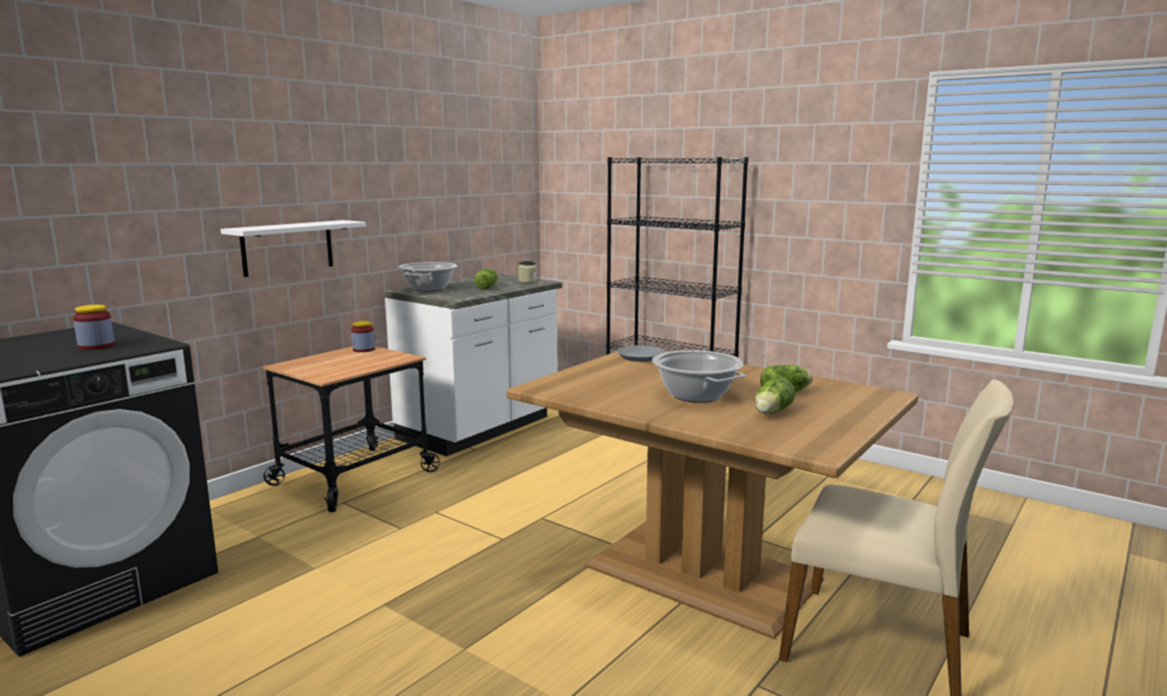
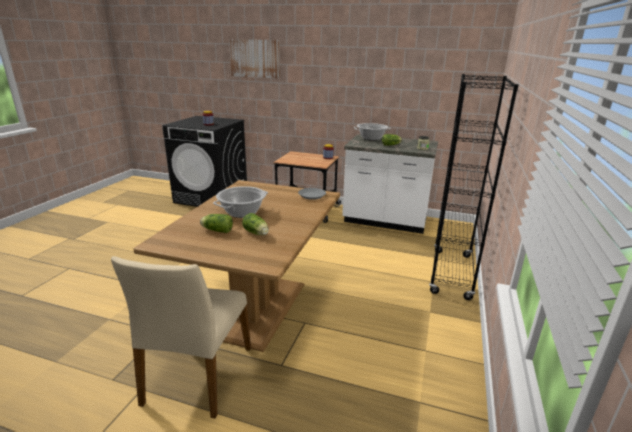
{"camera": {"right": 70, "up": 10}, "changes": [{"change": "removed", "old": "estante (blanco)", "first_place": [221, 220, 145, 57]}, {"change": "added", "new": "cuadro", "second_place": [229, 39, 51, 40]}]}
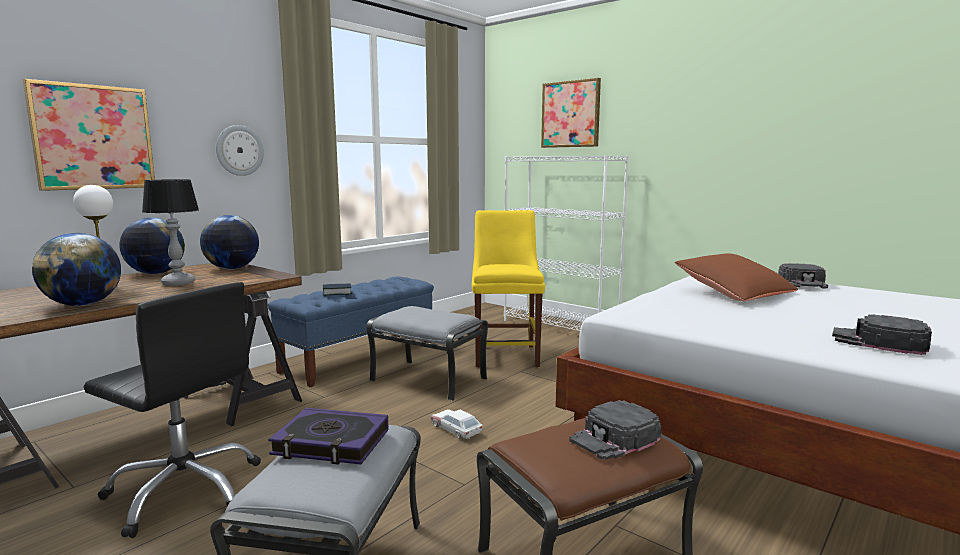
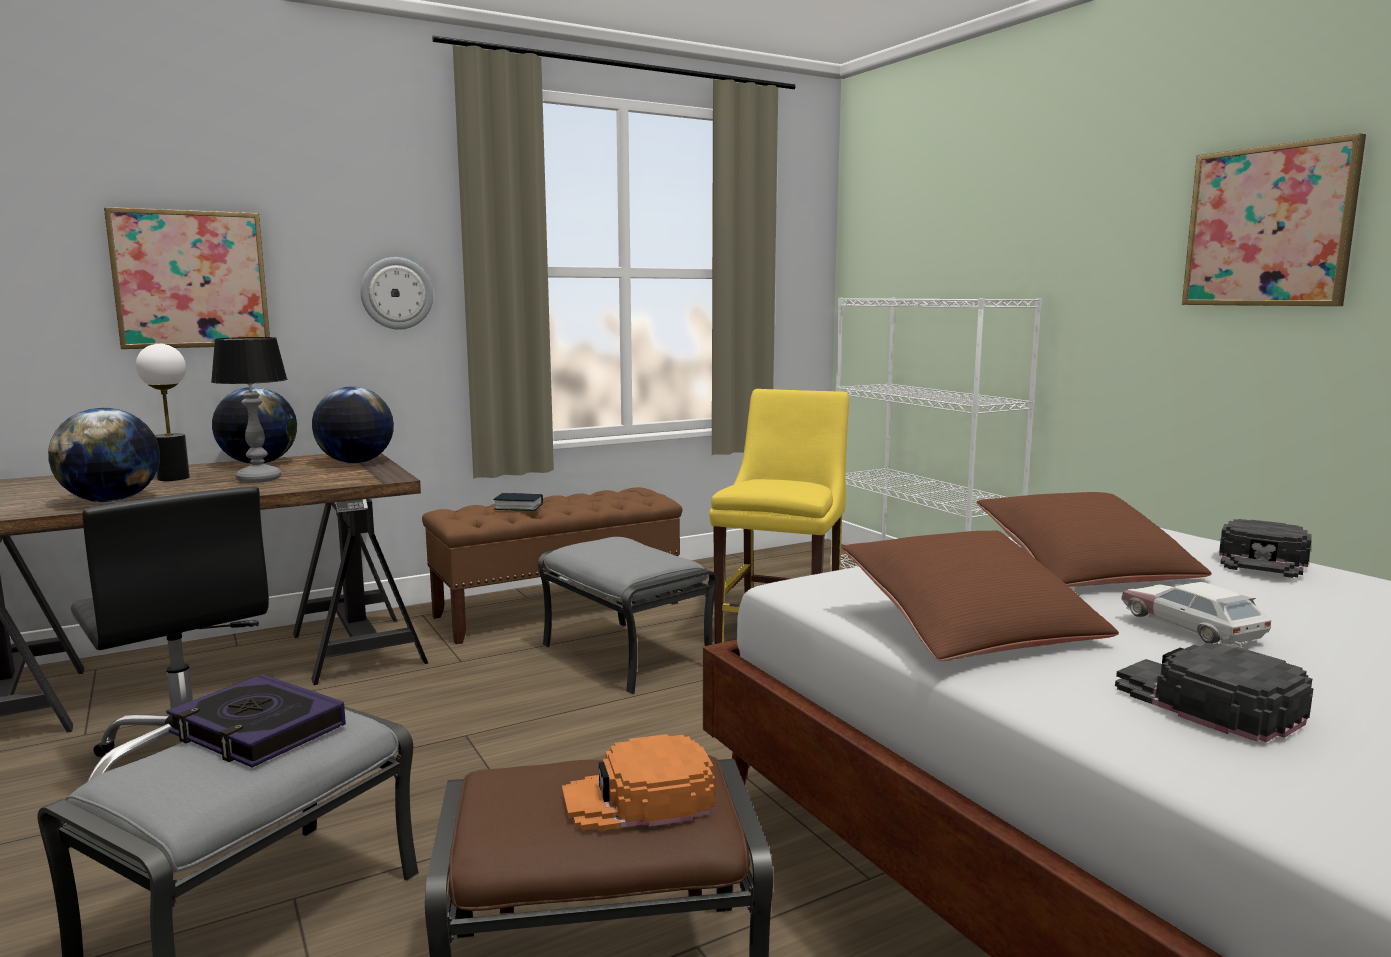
{"camera": {"right": 20, "up": 0}, "changes": [{"change": "added", "new": "cojín (marrón)", "second_place": [842, 530, 277, 131]}, {"change": "moved", "old": "coche de juguete", "first_place": [430, 409, 53, 30], "second_place": [1122, 582, 149, 64]}, {"change": "moved", "old": "cuadro", "first_place": [541, 78, 60, 70], "second_place": [1182, 133, 184, 173]}, {"change": "recoloured", "old": "banco (azul)", "new": "banco (marrón)", "first_place": [268, 276, 166, 111], "second_place": [422, 487, 260, 157]}, {"change": "recoloured", "old": "gorra (negro)", "new": "gorra (naranja)", "first_place": [570, 400, 91, 60], "second_place": [562, 734, 153, 97]}]}
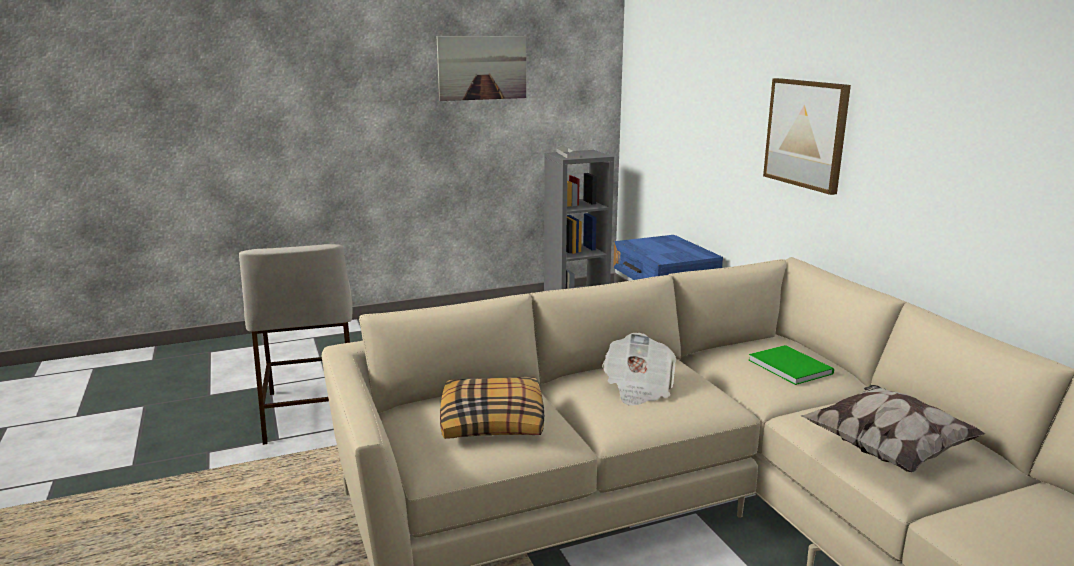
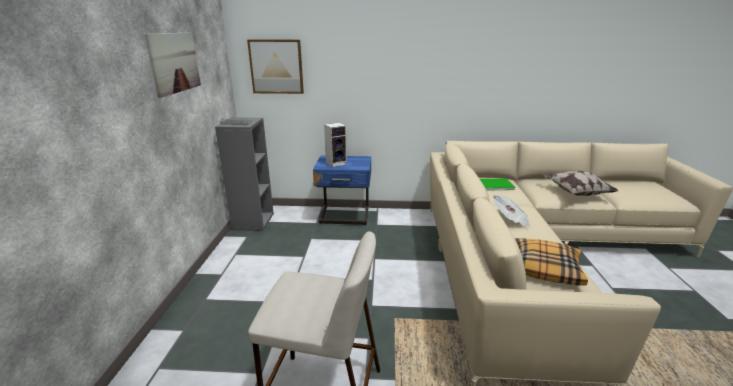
{"camera": {"right": -65, "up": 5}, "changes": [{"change": "added", "new": "altavoz", "second_place": [324, 123, 23, 44]}, {"change": "moved", "old": "cuadro", "first_place": [763, 78, 88, 117], "second_place": [247, 40, 57, 54]}]}
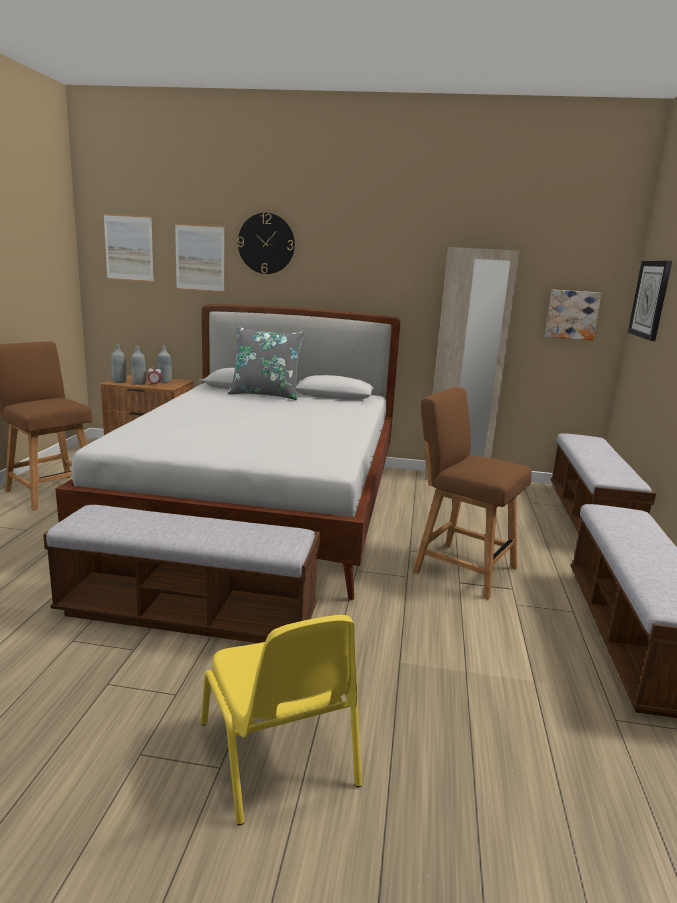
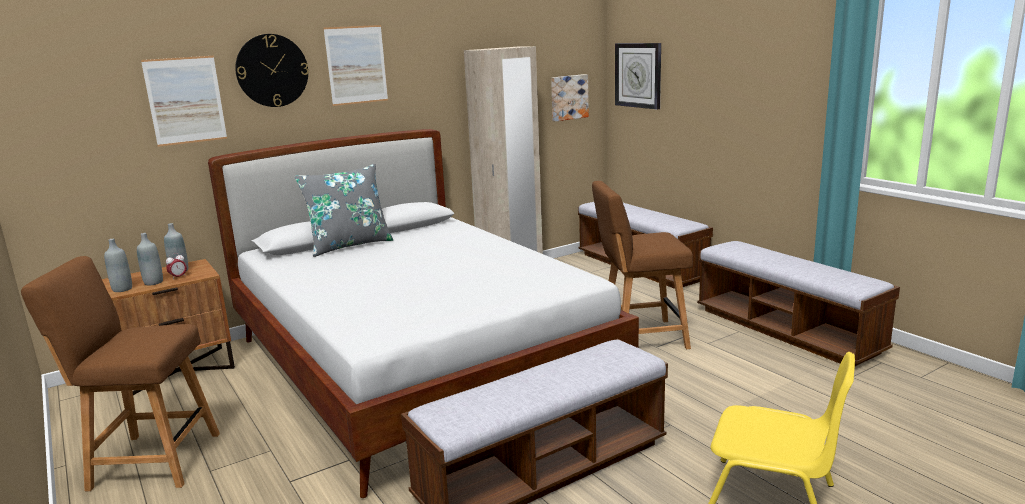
{"camera": {"right": -40, "up": 0}, "changes": [{"change": "moved", "old": "cuadro", "first_place": [103, 214, 51, 68], "second_place": [323, 25, 65, 81]}]}
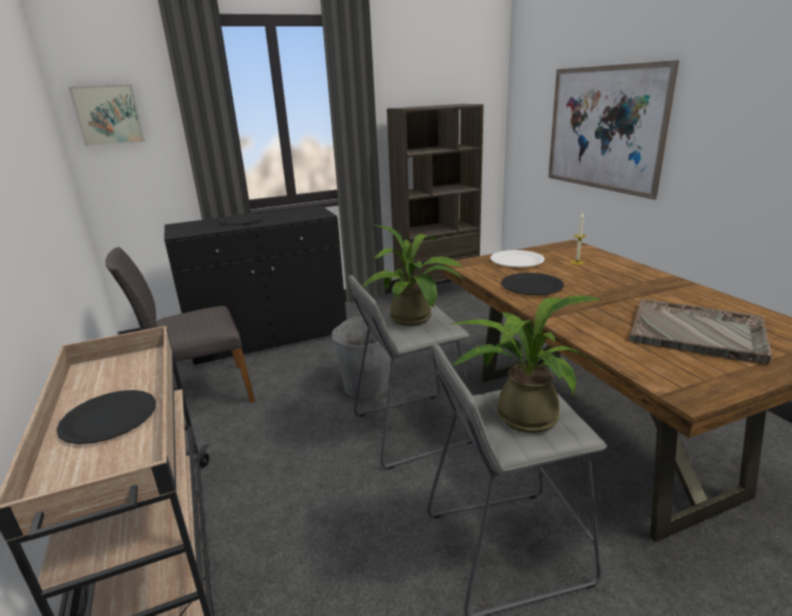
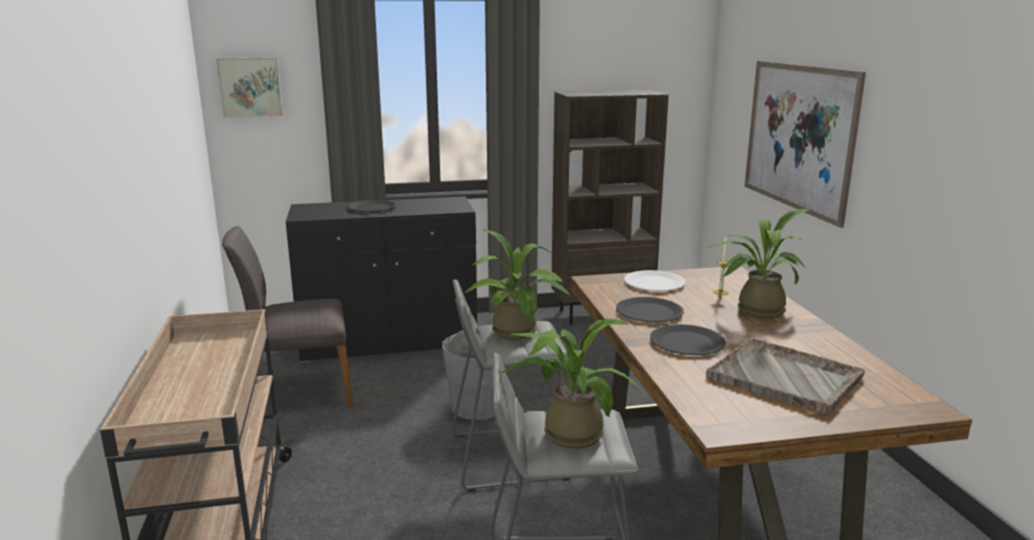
{"camera": {"right": 10, "up": -5}, "changes": [{"change": "added", "new": "planta en maceta", "second_place": [709, 209, 103, 110]}, {"change": "moved", "old": "plato (negro)", "first_place": [56, 390, 100, 54], "second_place": [650, 324, 76, 31]}]}
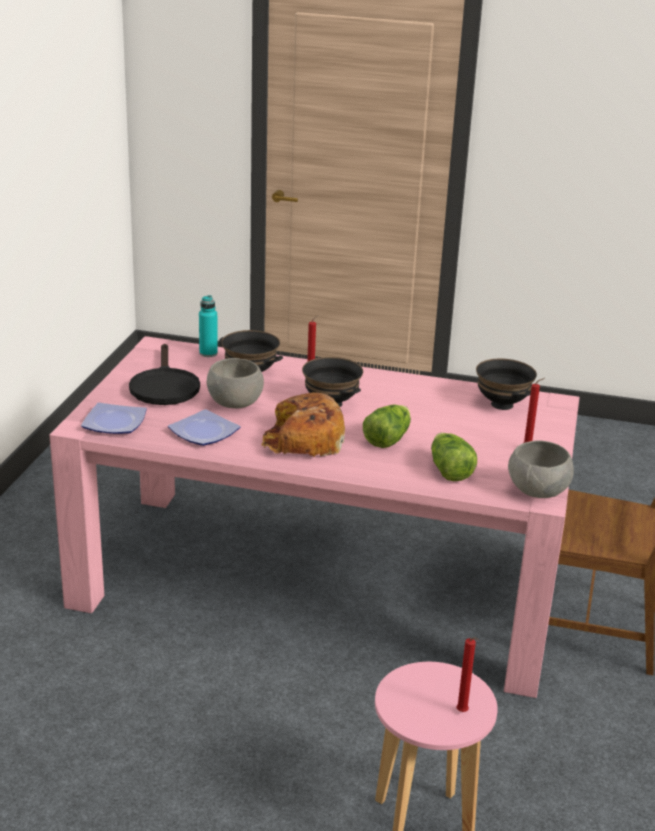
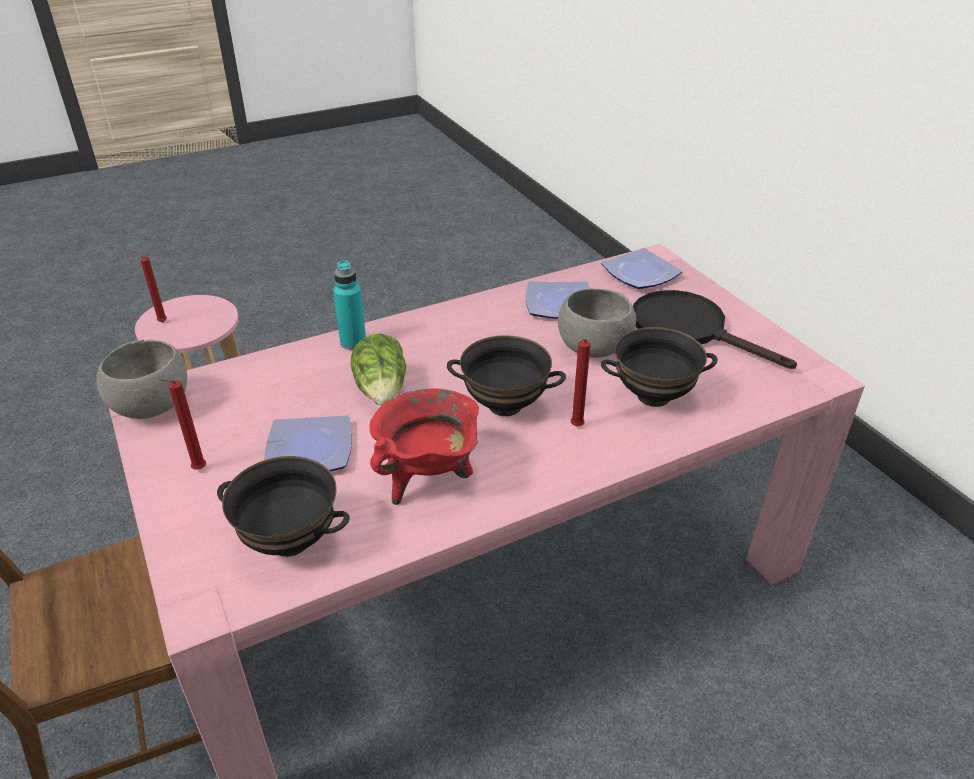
{"camera": {"right": 140, "up": 10}, "changes": [{"change": "removed", "old": "pan", "first_place": [261, 392, 84, 65]}, {"change": "removed", "old": "lechuga", "first_place": [431, 433, 46, 48]}, {"change": "added", "new": "plato", "second_place": [264, 415, 88, 57]}, {"change": "added", "new": "olla (rojo)", "second_place": [369, 389, 110, 116]}, {"change": "moved", "old": "botella (turquesa)", "first_place": [199, 295, 19, 62], "second_place": [333, 260, 33, 90]}]}
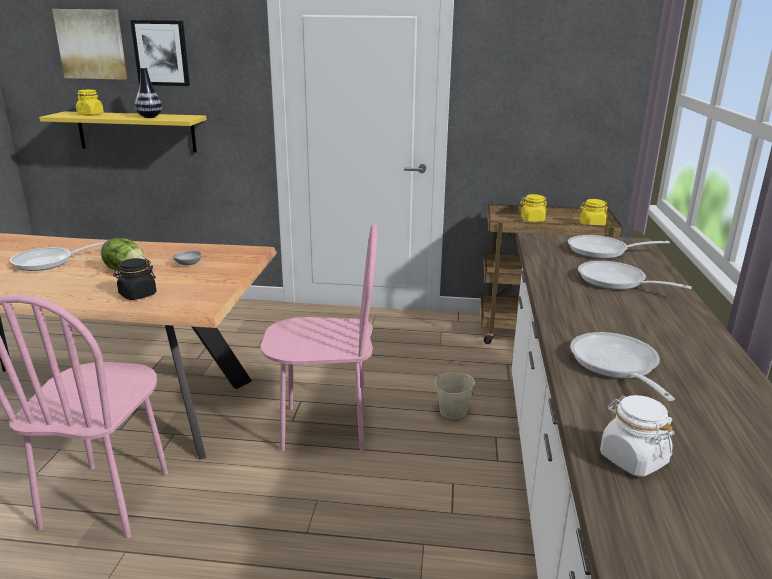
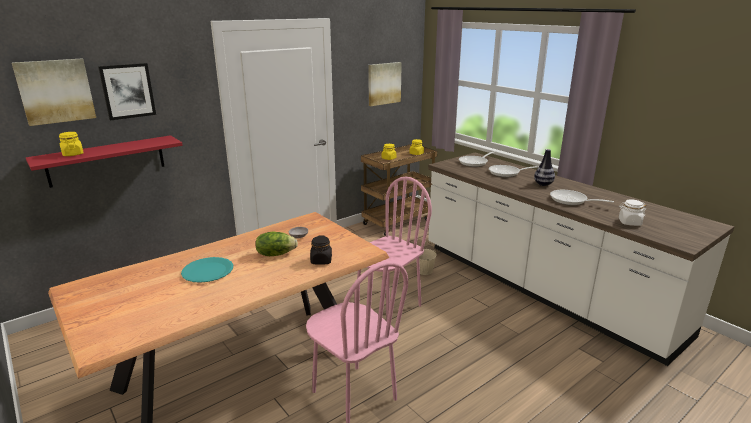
{"camera": {"right": -45, "up": 0}, "changes": [{"change": "added", "new": "cuadro", "second_place": [369, 62, 33, 44]}, {"change": "moved", "old": "florero", "first_place": [135, 67, 27, 51], "second_place": [534, 149, 21, 37]}, {"change": "replaced", "old": "sartén", "new": "plato (turquesa)", "first_place": [10, 242, 95, 29], "second_place": [181, 257, 52, 26]}, {"change": "recoloured", "old": "estante (amarillo)", "new": "estante (rojo)", "first_place": [39, 111, 168, 42], "second_place": [26, 135, 157, 53]}]}
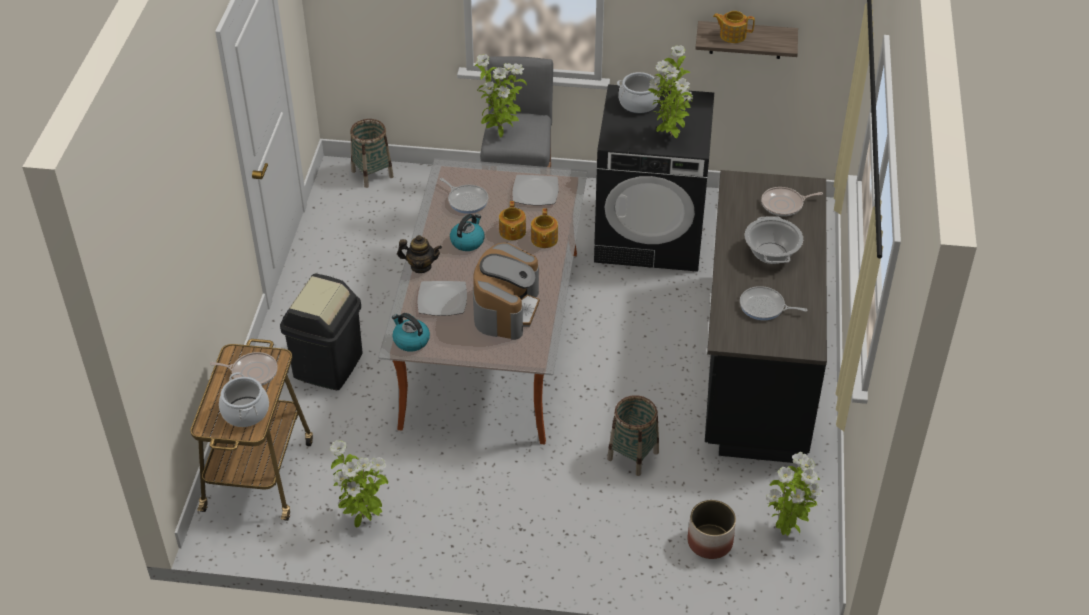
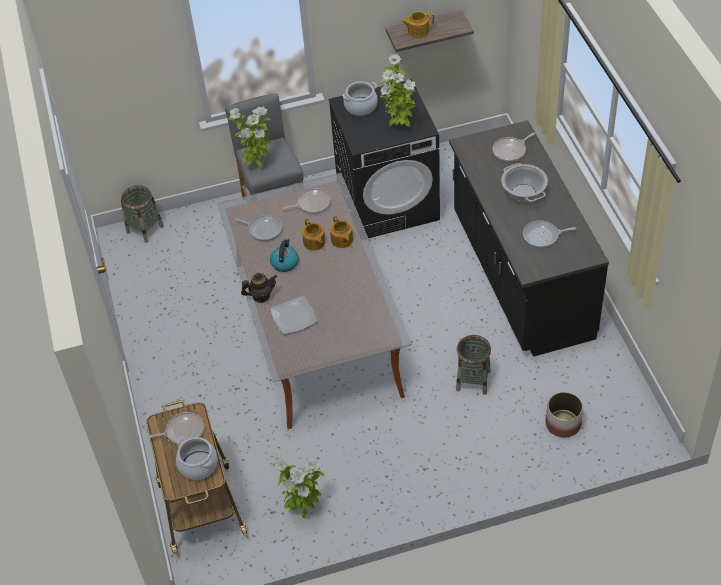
{"camera": {"right": -20, "up": 5}, "changes": [{"change": "removed", "old": "papelera (negro)", "first_place": [280, 274, 83, 116]}, {"change": "removed", "old": "hervidor", "first_place": [392, 313, 38, 39]}, {"change": "removed", "old": "cafetera", "first_place": [473, 243, 67, 97]}, {"change": "removed", "old": "planta en maceta", "first_place": [766, 452, 56, 84]}, {"change": "replaced", "old": "plato", "new": "sartén", "first_place": [512, 175, 47, 30], "second_place": [282, 188, 49, 26]}]}
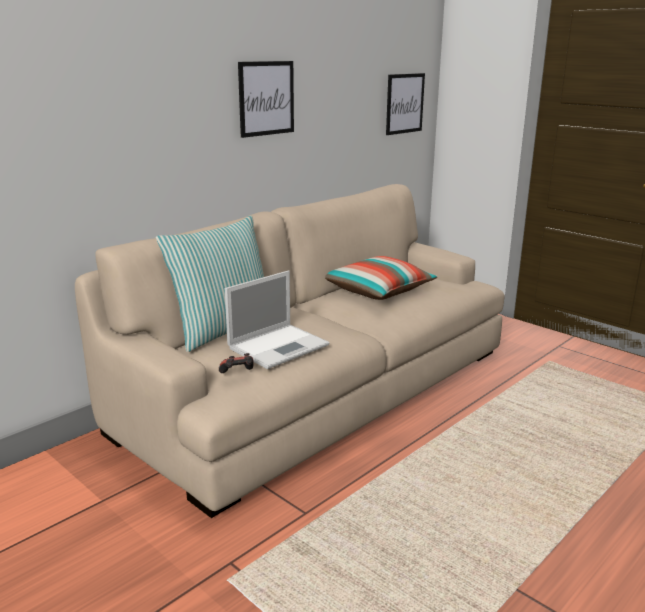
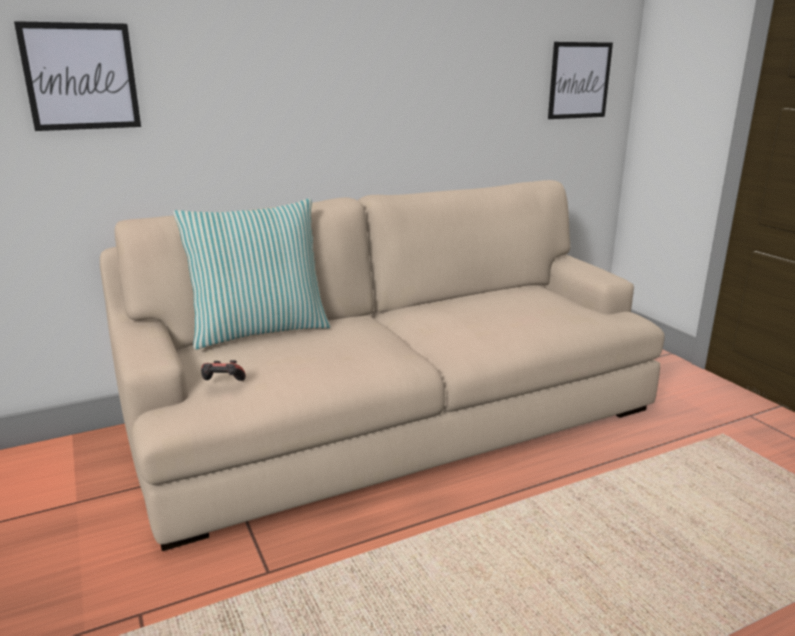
{"camera": {"right": 20, "up": 0}, "changes": [{"change": "removed", "old": "portátil", "first_place": [225, 271, 105, 98]}, {"change": "removed", "old": "cojín", "first_place": [325, 256, 112, 44]}, {"change": "moved", "old": "cuadro", "first_place": [238, 61, 56, 77], "second_place": [14, 21, 127, 110]}]}
